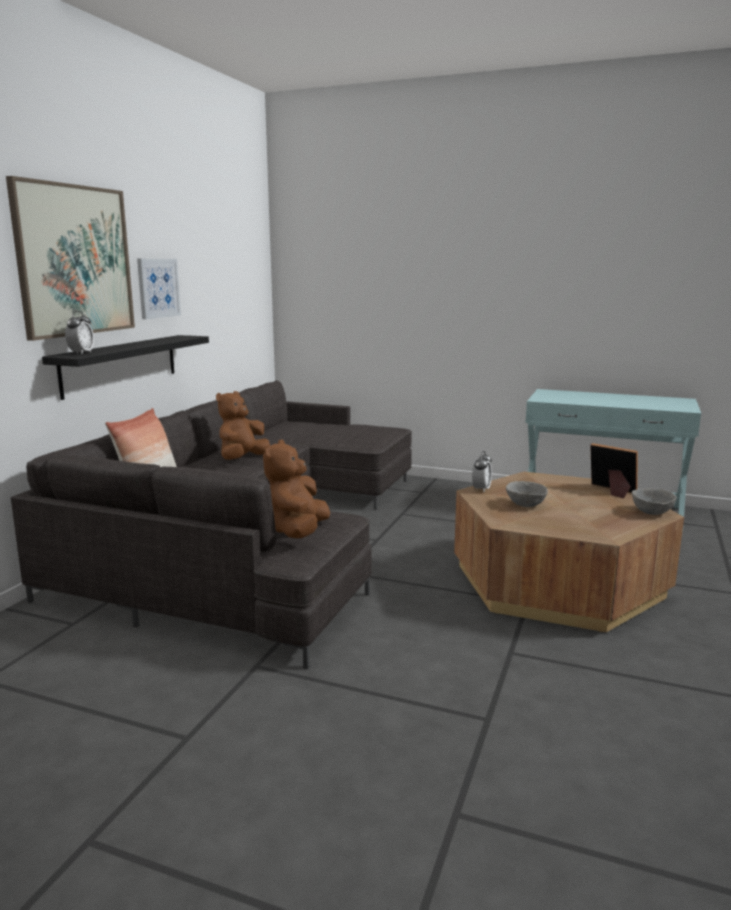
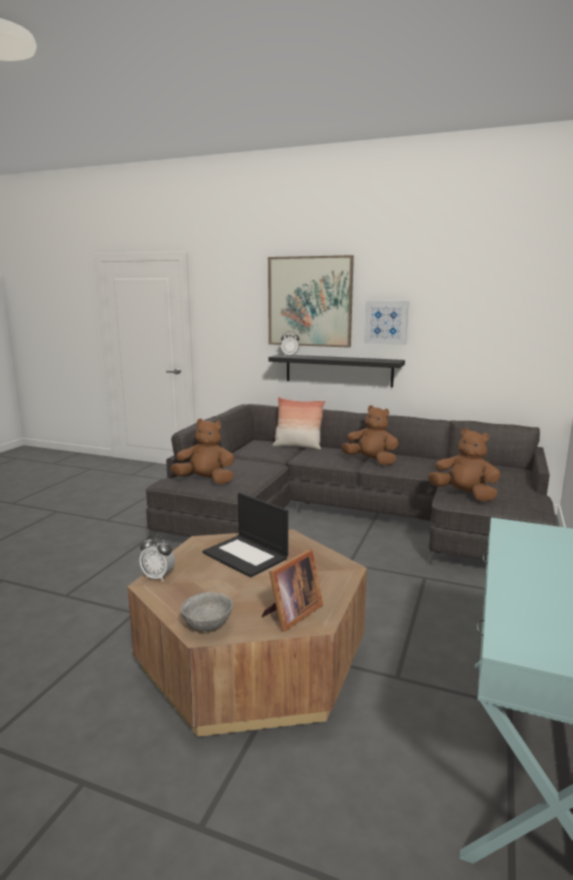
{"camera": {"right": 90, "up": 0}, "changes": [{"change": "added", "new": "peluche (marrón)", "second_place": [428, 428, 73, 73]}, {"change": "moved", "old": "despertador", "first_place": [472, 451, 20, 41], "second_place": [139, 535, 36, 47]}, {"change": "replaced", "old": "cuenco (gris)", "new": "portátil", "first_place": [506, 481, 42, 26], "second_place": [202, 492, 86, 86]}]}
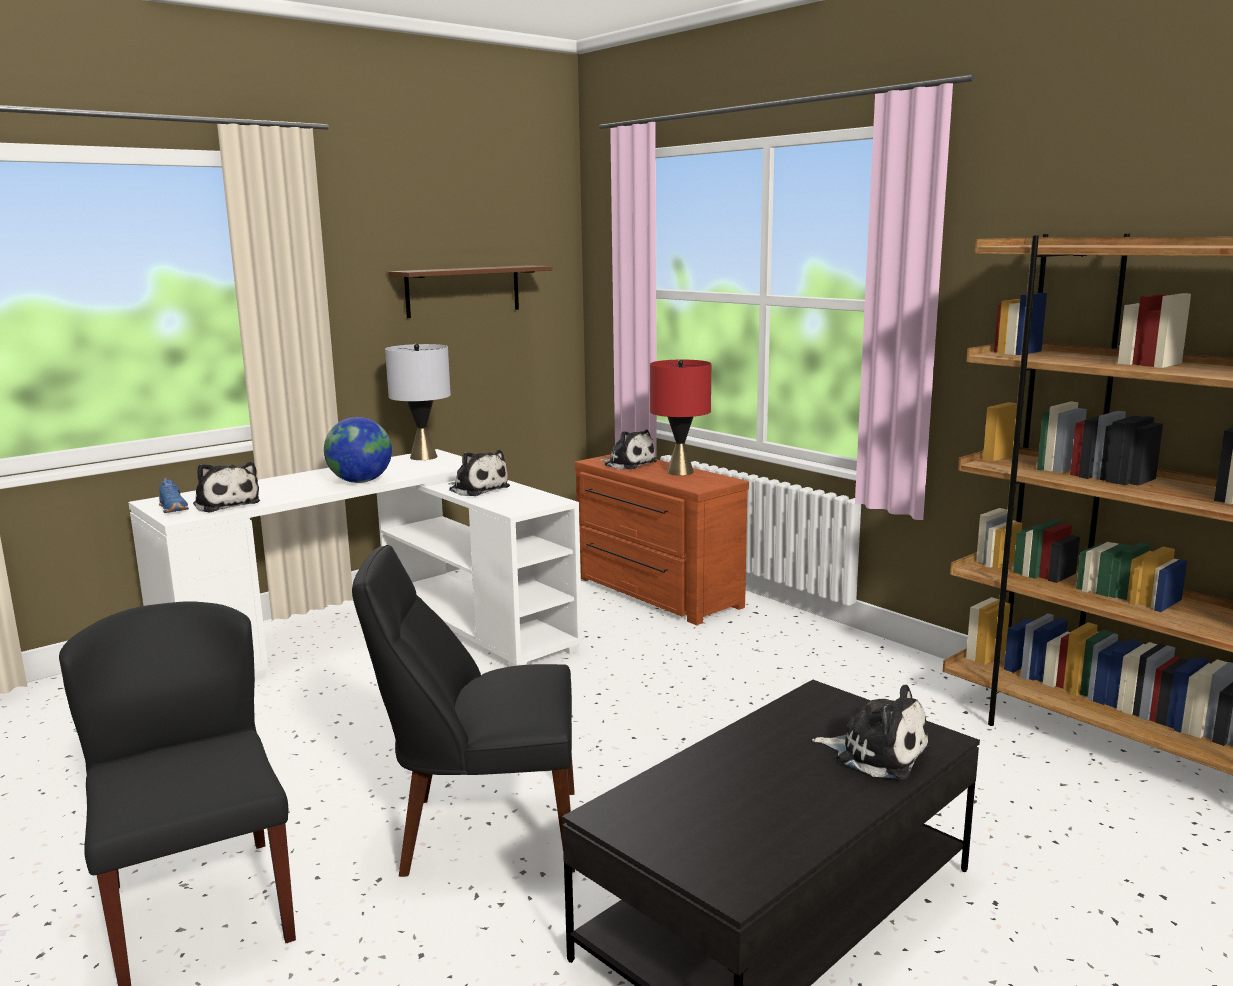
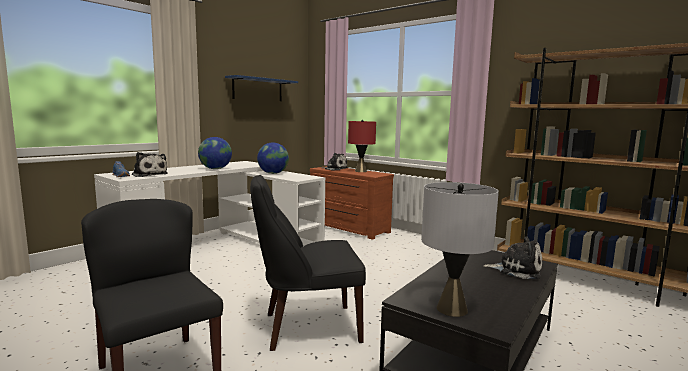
{"camera": {"right": -10, "up": -5}, "changes": [{"change": "moved", "old": "lámpara de mesa (gris)", "first_place": [385, 344, 66, 116], "second_place": [421, 182, 78, 135]}, {"change": "replaced", "old": "peluche", "new": "globo terráqueo", "first_place": [448, 450, 62, 46], "second_place": [257, 143, 32, 31]}, {"change": "recoloured", "old": "estante (marrón)", "new": "estante (azul)", "first_place": [388, 265, 164, 53], "second_place": [225, 75, 73, 26]}]}
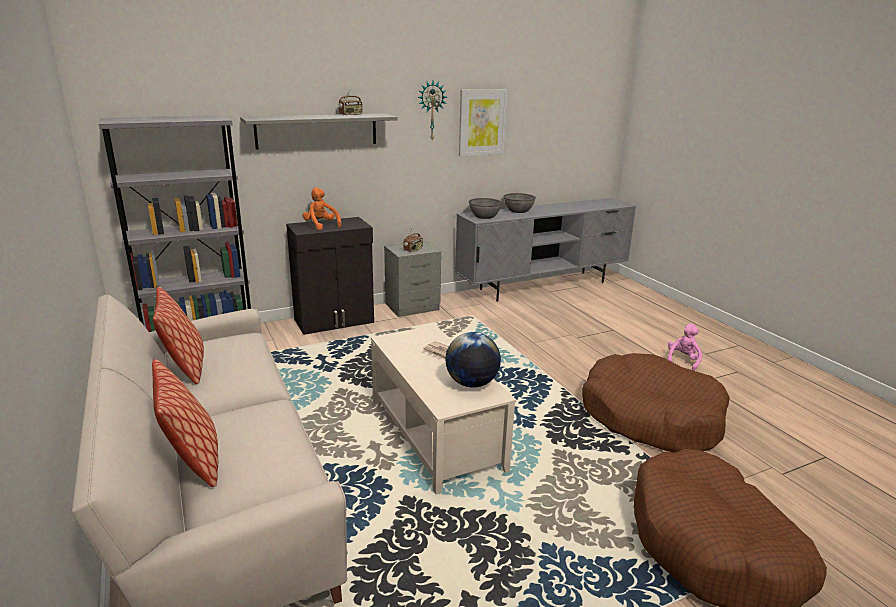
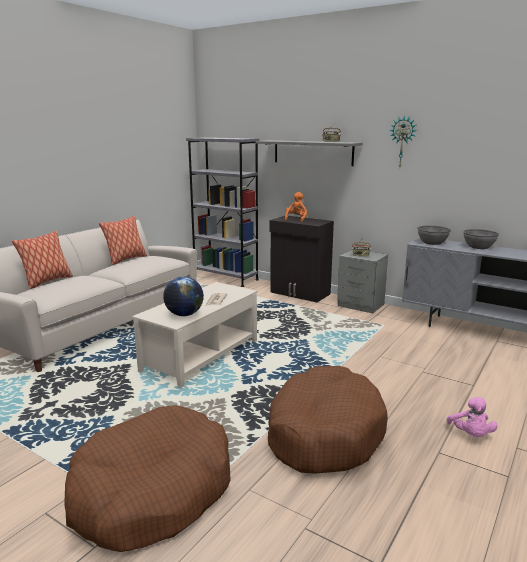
{"camera": {"right": 60, "up": -5}, "changes": [{"change": "removed", "old": "cuadro", "first_place": [459, 89, 49, 67]}, {"change": "turned", "old": "peluche (rosa)", "first_place": [668, 323, 34, 48], "second_place": [447, 397, 51, 40], "degrees": 90}]}
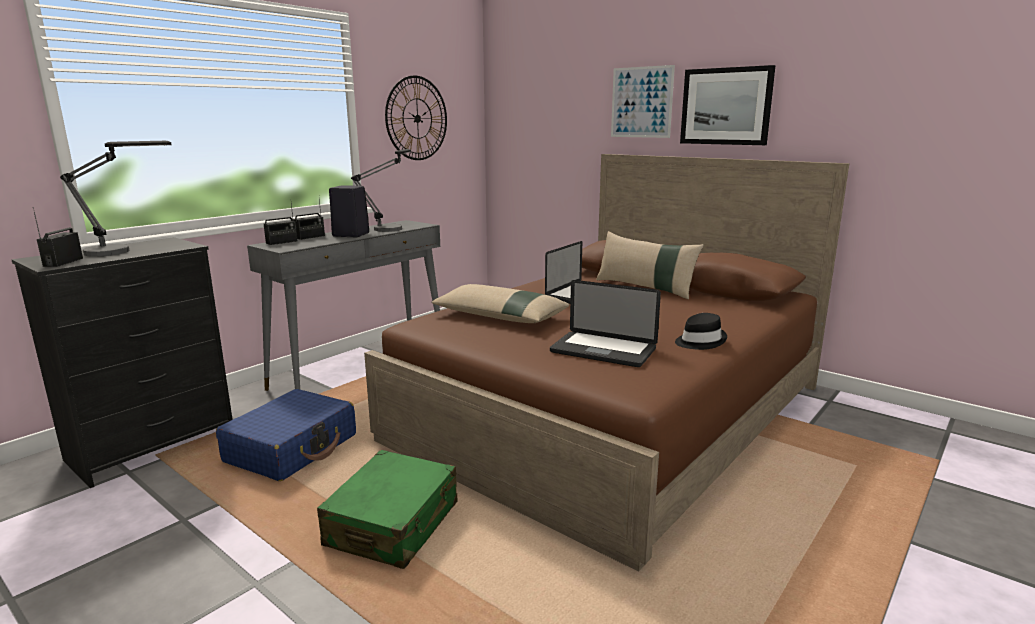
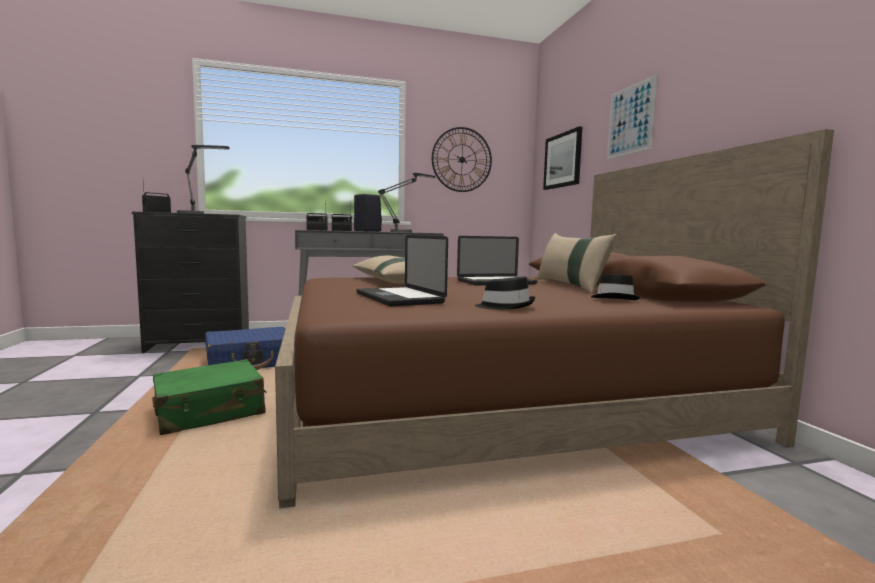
{"camera": {"right": 35, "up": -10}, "changes": [{"change": "added", "new": "sombrero (negro)", "second_place": [591, 274, 49, 26]}, {"change": "moved", "old": "cuadro", "first_place": [680, 65, 96, 80], "second_place": [543, 126, 39, 64]}]}
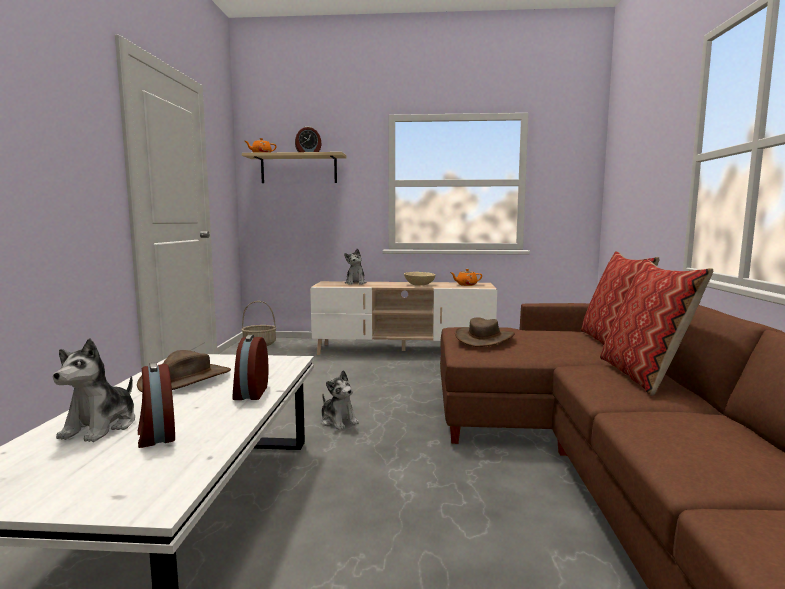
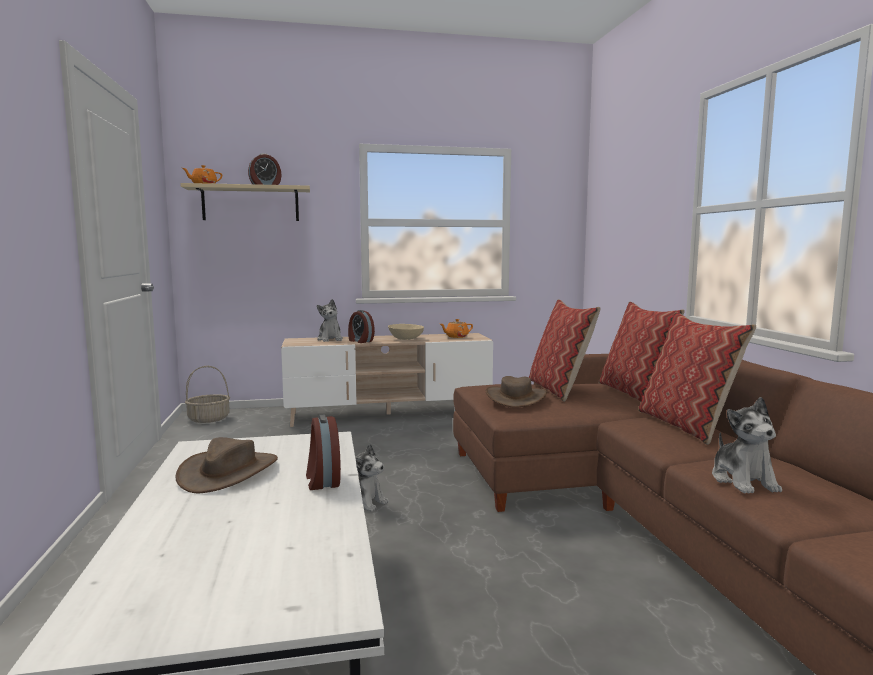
{"camera": {"right": -15, "up": 0}, "changes": [{"change": "added", "new": "cojín", "second_place": [529, 299, 72, 103]}, {"change": "moved", "old": "peluche", "first_place": [53, 338, 82, 104], "second_place": [712, 397, 70, 97]}, {"change": "moved", "old": "despertador", "first_place": [138, 362, 37, 86], "second_place": [348, 310, 27, 33]}]}
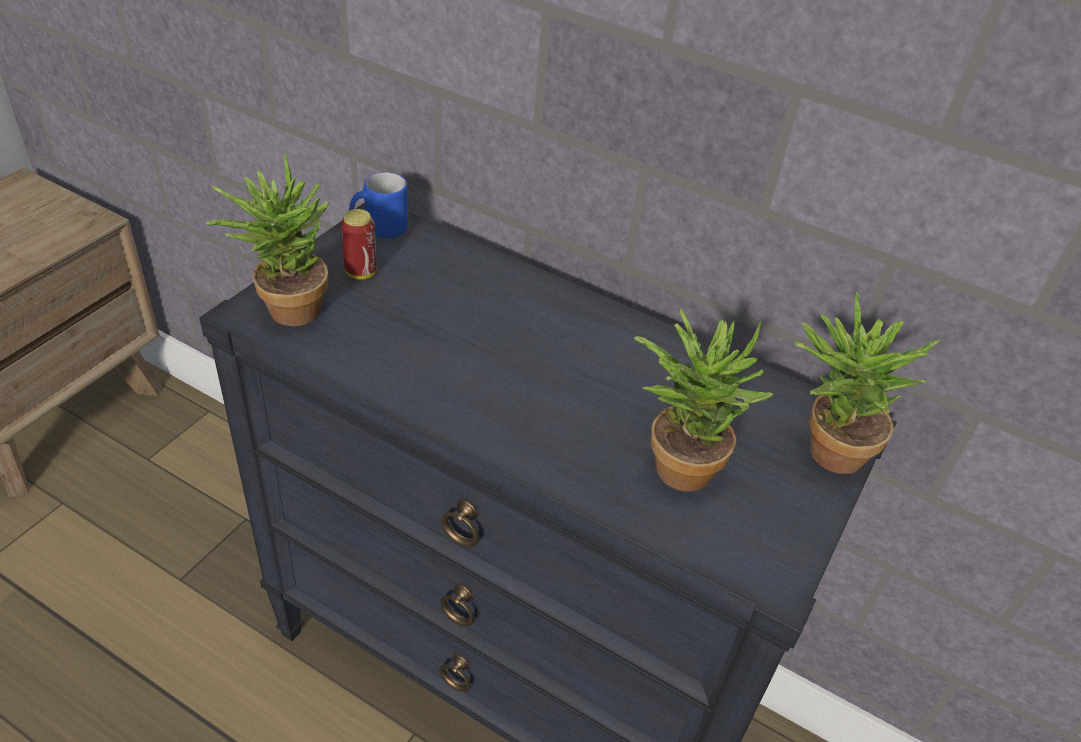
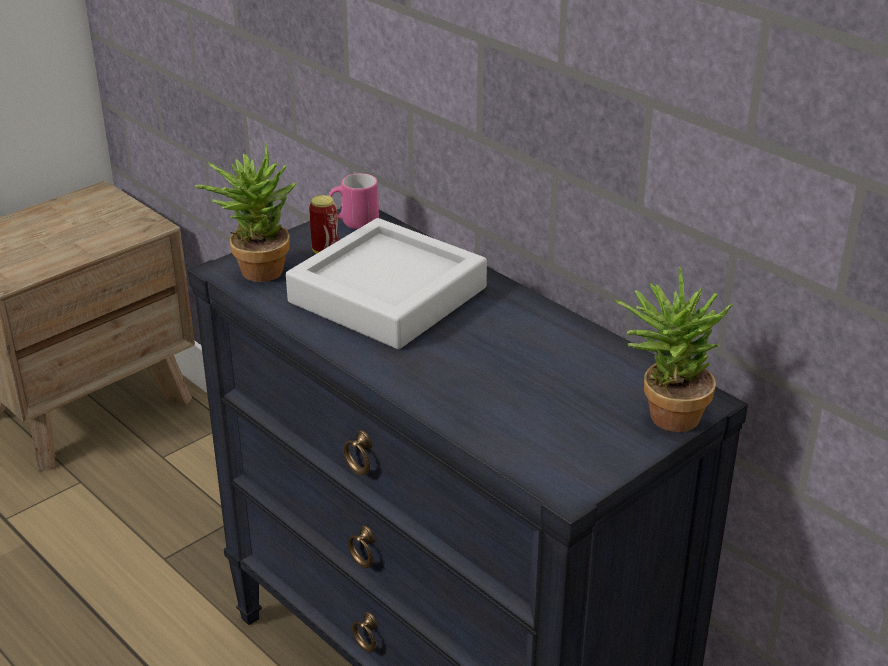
{"camera": {"right": 20, "up": -10}, "changes": [{"change": "removed", "old": "planta en maceta", "first_place": [634, 308, 140, 184]}, {"change": "added", "new": "bandeja (gris)", "second_place": [286, 218, 201, 131]}, {"change": "recoloured", "old": "taza grande (azul)", "new": "taza grande (rosa)", "first_place": [349, 172, 59, 66], "second_place": [329, 173, 50, 56]}]}
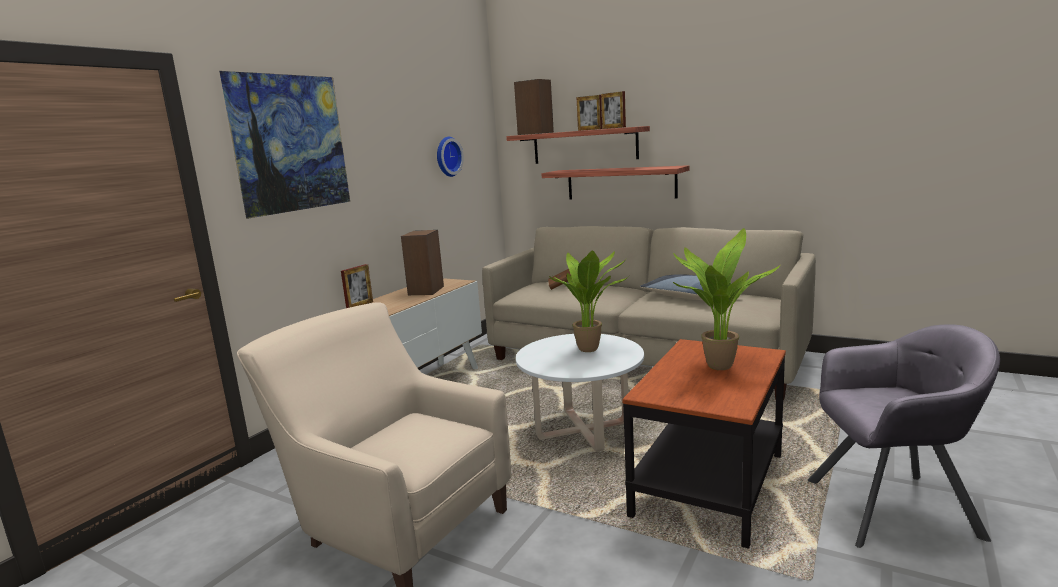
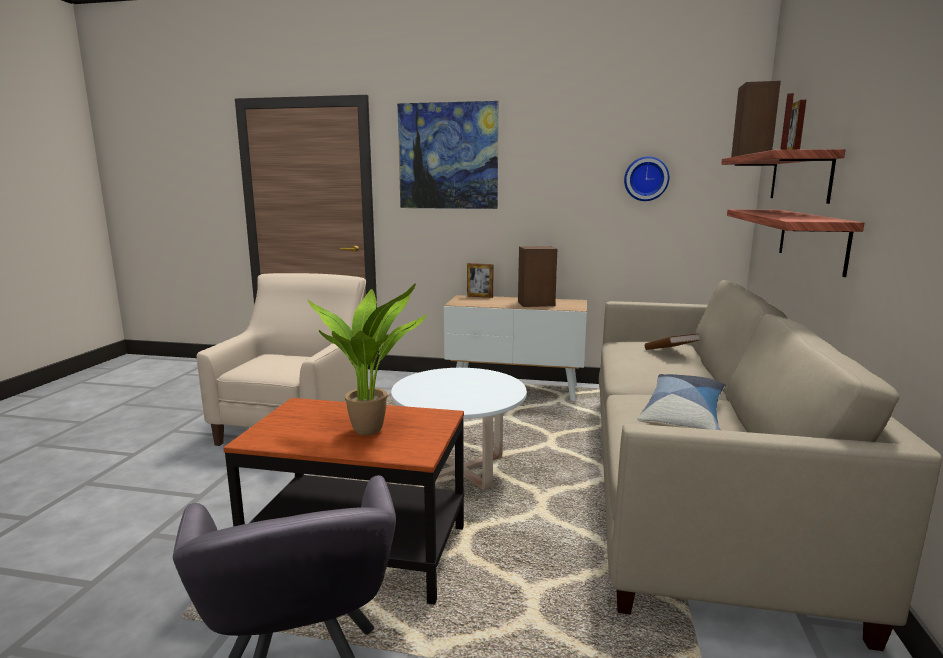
{"camera": {"right": 70, "up": 0}, "changes": [{"change": "removed", "old": "planta en maceta", "first_place": [549, 250, 79, 102]}]}
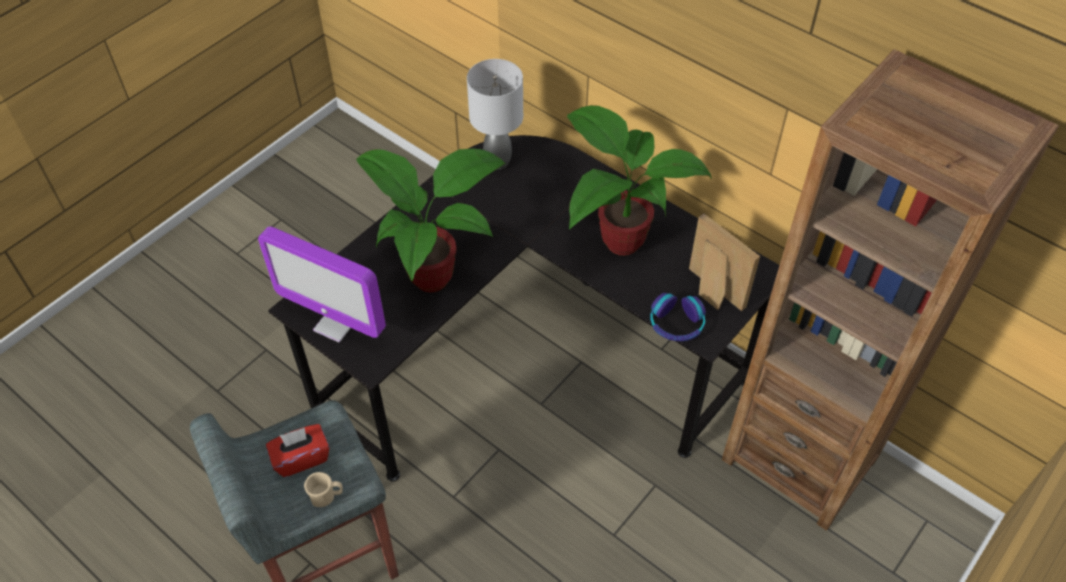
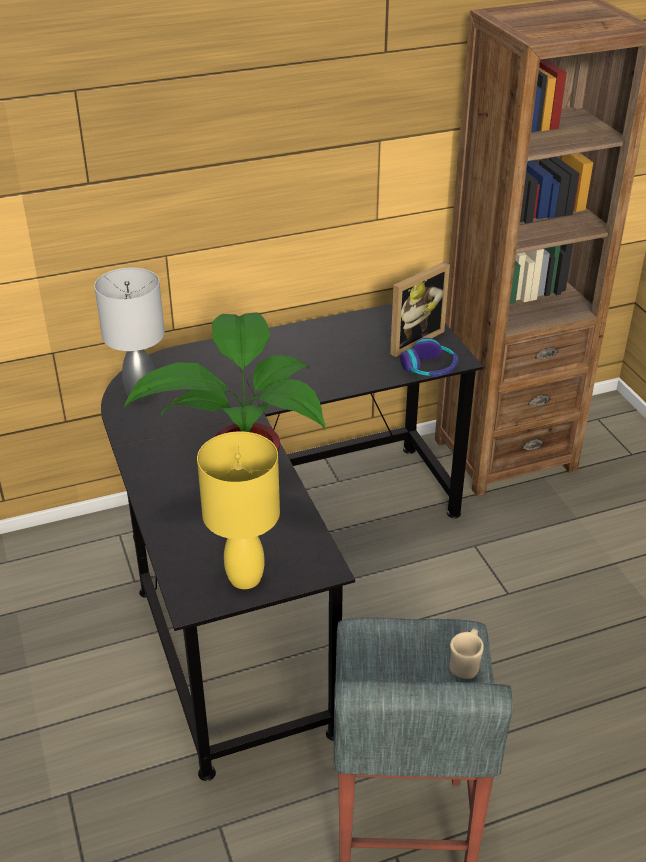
{"camera": {"right": -60, "up": -15}, "changes": [{"change": "removed", "old": "caja de pañuelos (rojo)", "first_place": [266, 424, 63, 53]}, {"change": "removed", "old": "planta en maceta", "first_place": [567, 105, 144, 151]}, {"change": "replaced", "old": "monitor", "new": "lámpara de mesa (amarillo)", "first_place": [258, 226, 128, 116], "second_place": [197, 431, 83, 158]}, {"change": "turned", "old": "portarretratos", "first_place": [689, 214, 71, 97], "second_place": [390, 261, 60, 96], "degrees": 150}]}
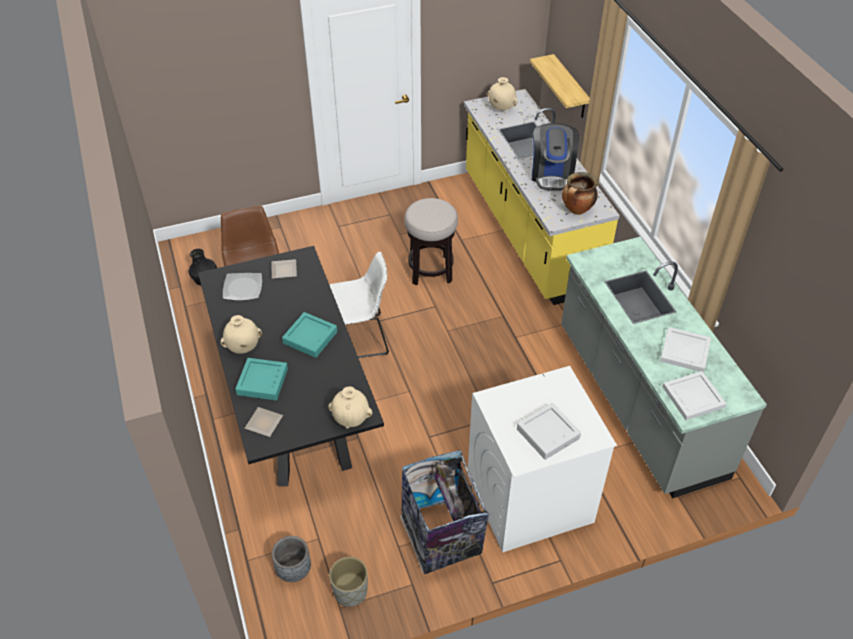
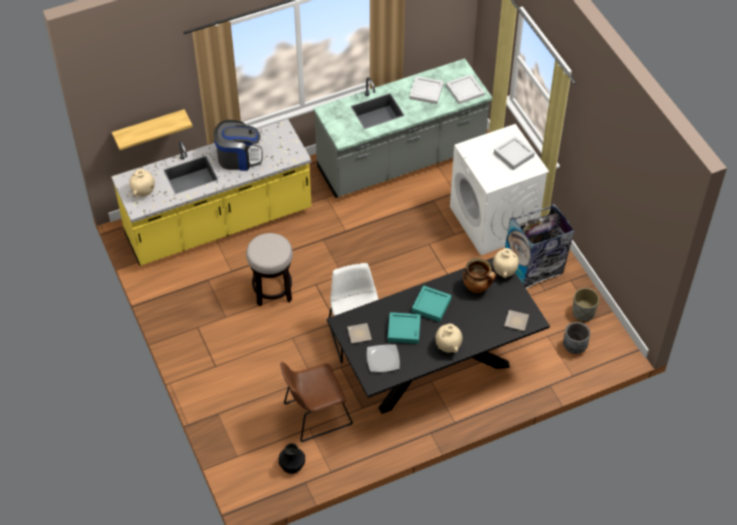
{"camera": {"right": -95, "up": 5}, "changes": [{"change": "moved", "old": "bandeja (turquesa)", "first_place": [235, 358, 53, 43], "second_place": [387, 312, 34, 32]}, {"change": "moved", "old": "olla", "first_place": [562, 172, 36, 43], "second_place": [463, 258, 33, 35]}]}
